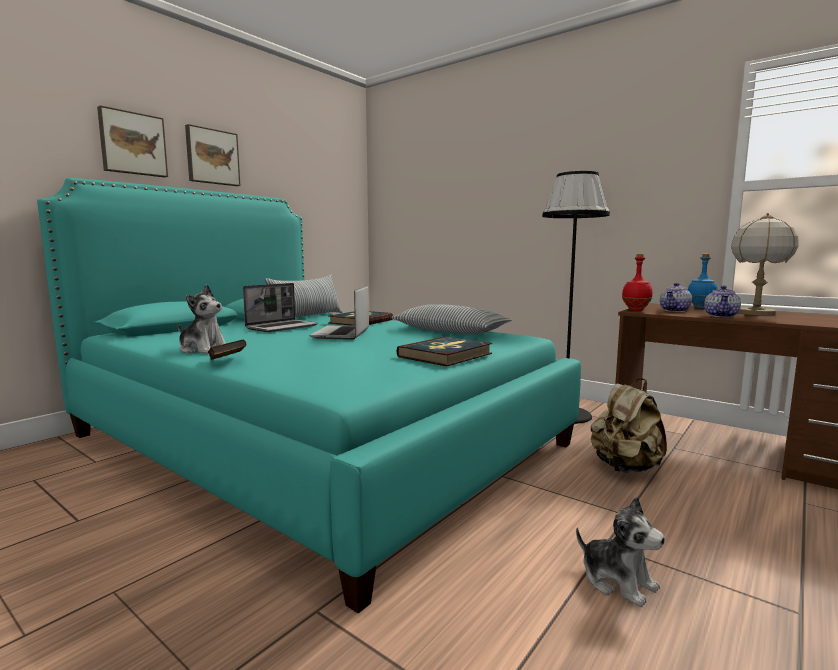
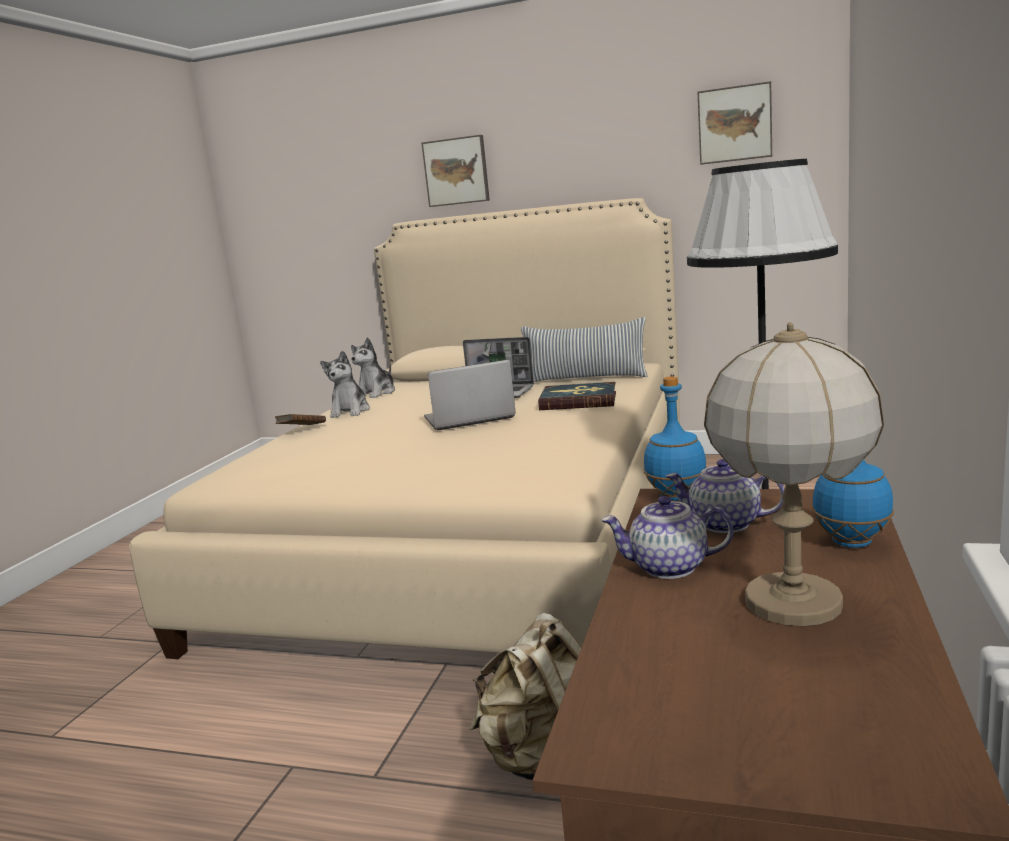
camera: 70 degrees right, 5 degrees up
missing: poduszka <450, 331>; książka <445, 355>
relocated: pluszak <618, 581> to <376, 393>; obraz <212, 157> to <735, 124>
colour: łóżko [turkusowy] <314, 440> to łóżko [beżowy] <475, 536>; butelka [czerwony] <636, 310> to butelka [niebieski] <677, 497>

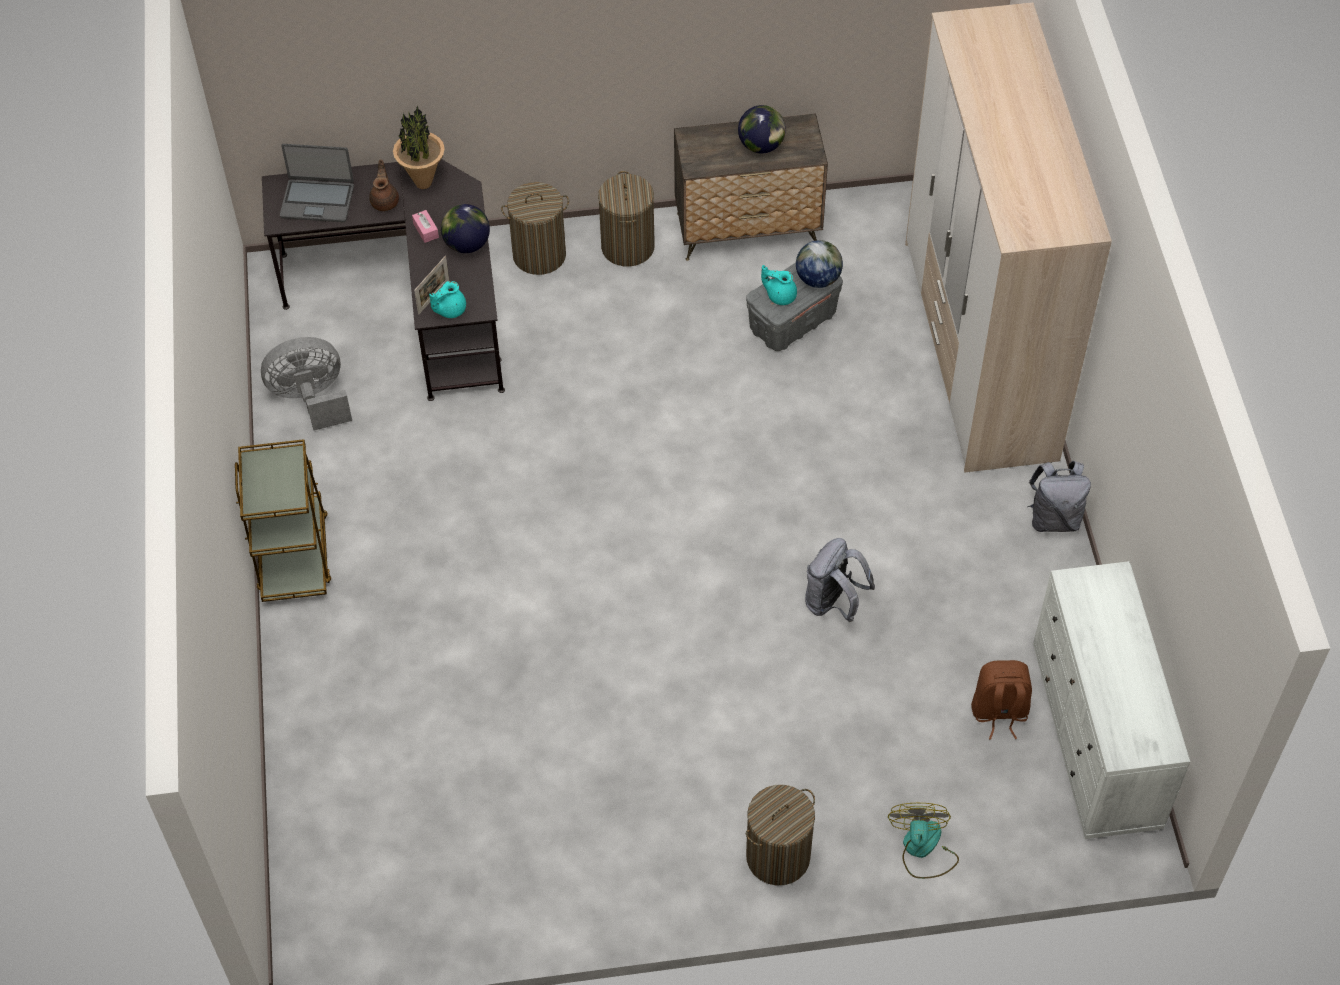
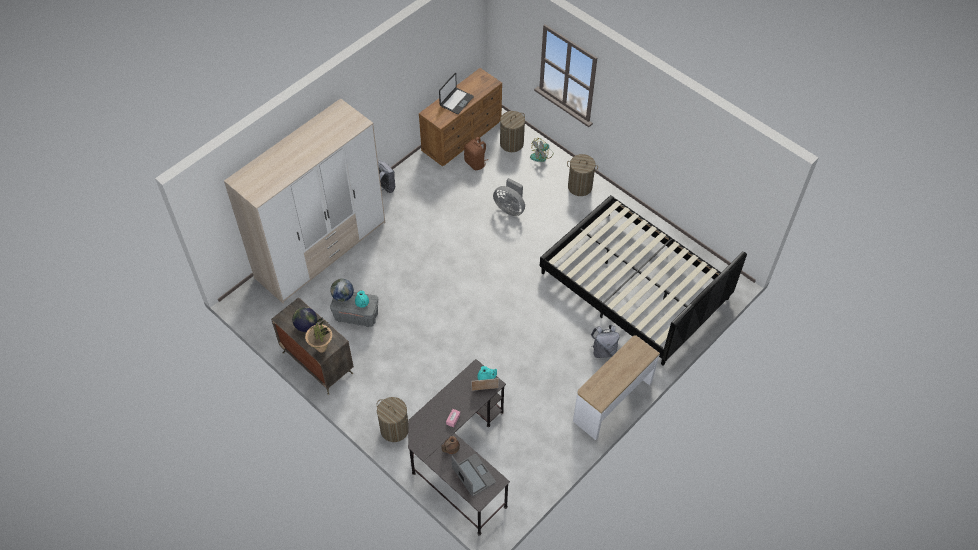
camera: 130 degrees left, 0 degrees up
missing: globus <467, 244>
appeared: laptop <456, 101>; łóżko [czarny] <634, 286>
relocated: roślina doniczkowa <423, 183> to <322, 348>; wentylator [szary] <311, 399> to <510, 208>; kosz na pranie <627, 247> to <511, 143>; plecak [szary] <833, 603> to <603, 350>
exchanged: wózek [brązowy] <294, 555> to stolik konsolowy <612, 402>
colour: komoda [biały] <1095, 738> to komoda [brązowy] <462, 136>

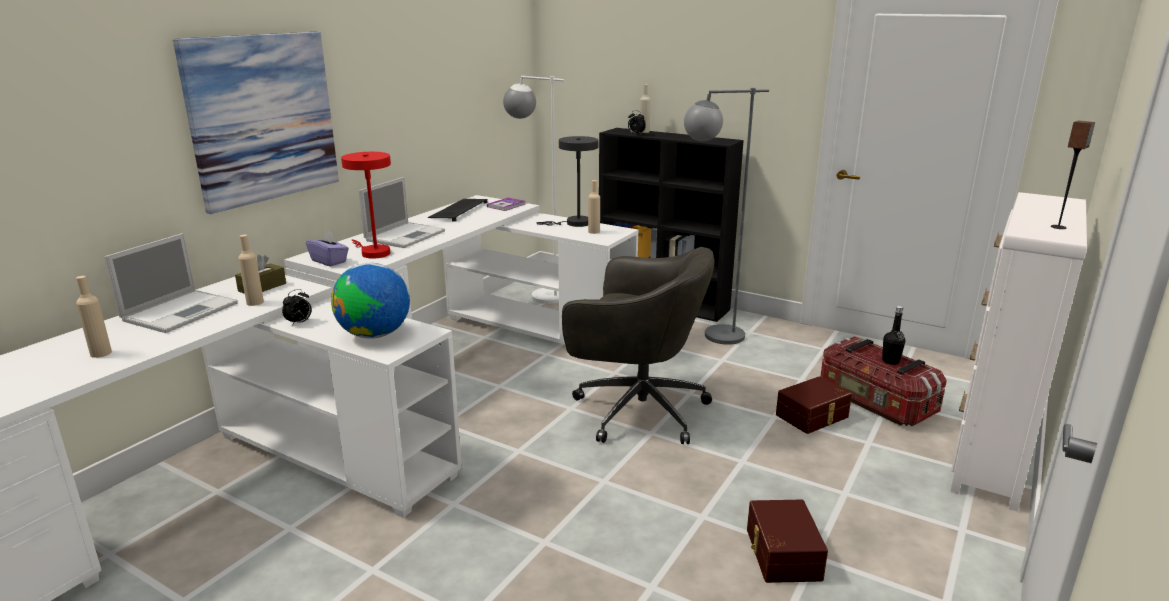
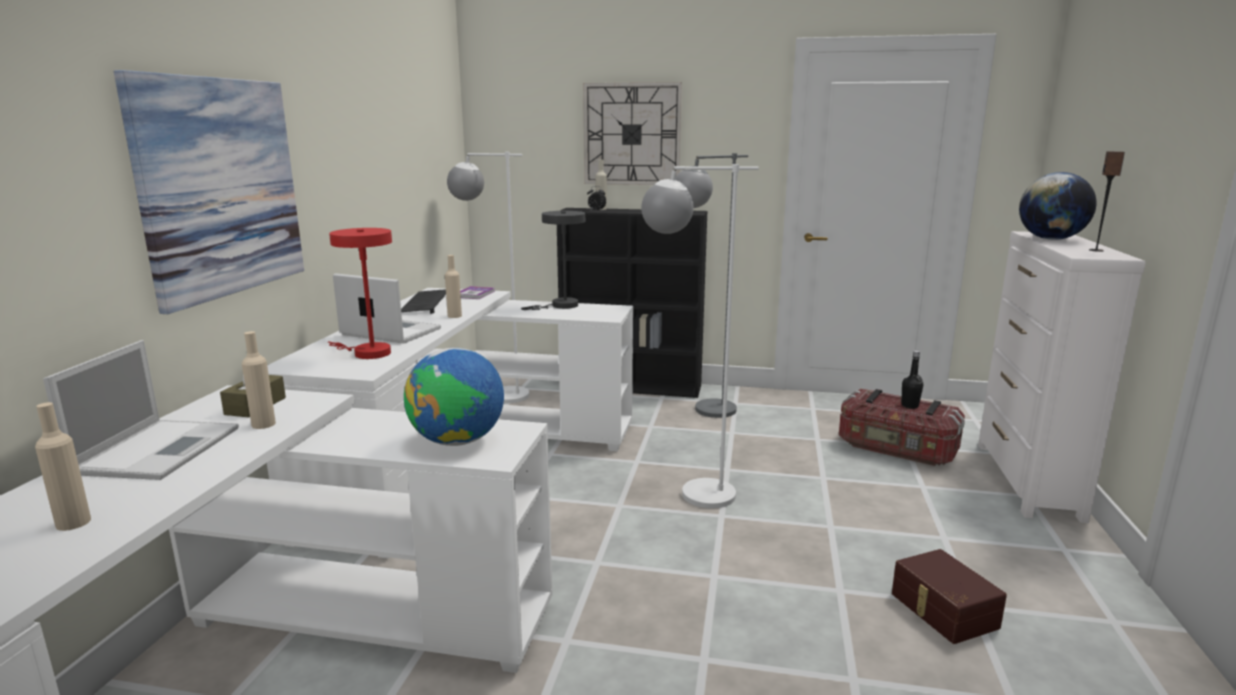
camera: 20 degrees left, 5 degrees down
missing: budzik <299, 323>; pudełko chusteczek [fioletowy] <329, 261>; pojemnik do przechowywania [brązowy] <813, 416>
appeared: zegar ścienny <632, 134>; globus <1051, 239>
relocated: butelka [beżowy] <594, 231> to <454, 316>
exchanged: krzesło biurowe [szary] <636, 410> to lampa stojąca [biały] <689, 495>
spun: laptop <406, 235> = <389, 332> 75 degrees counterclockwise

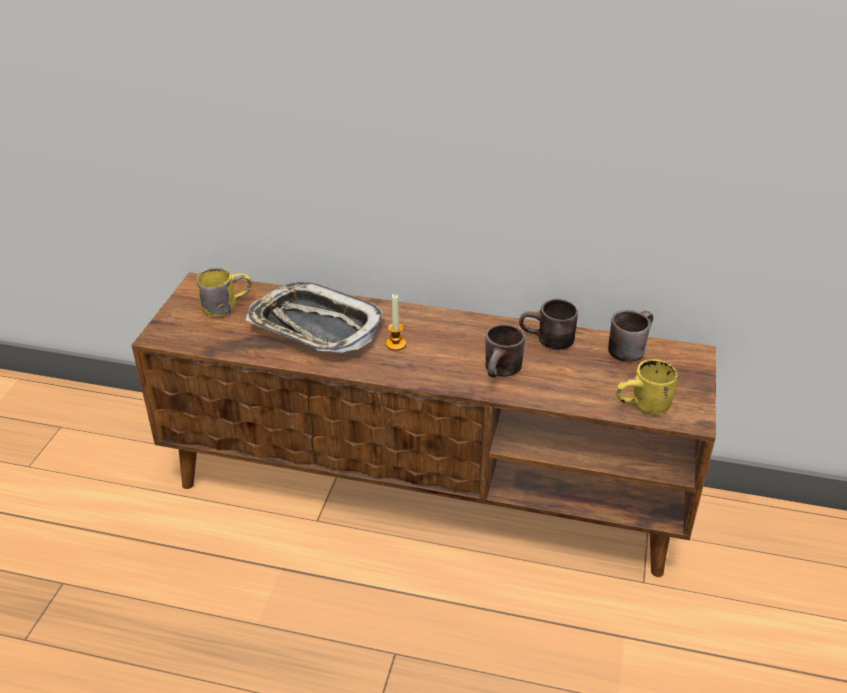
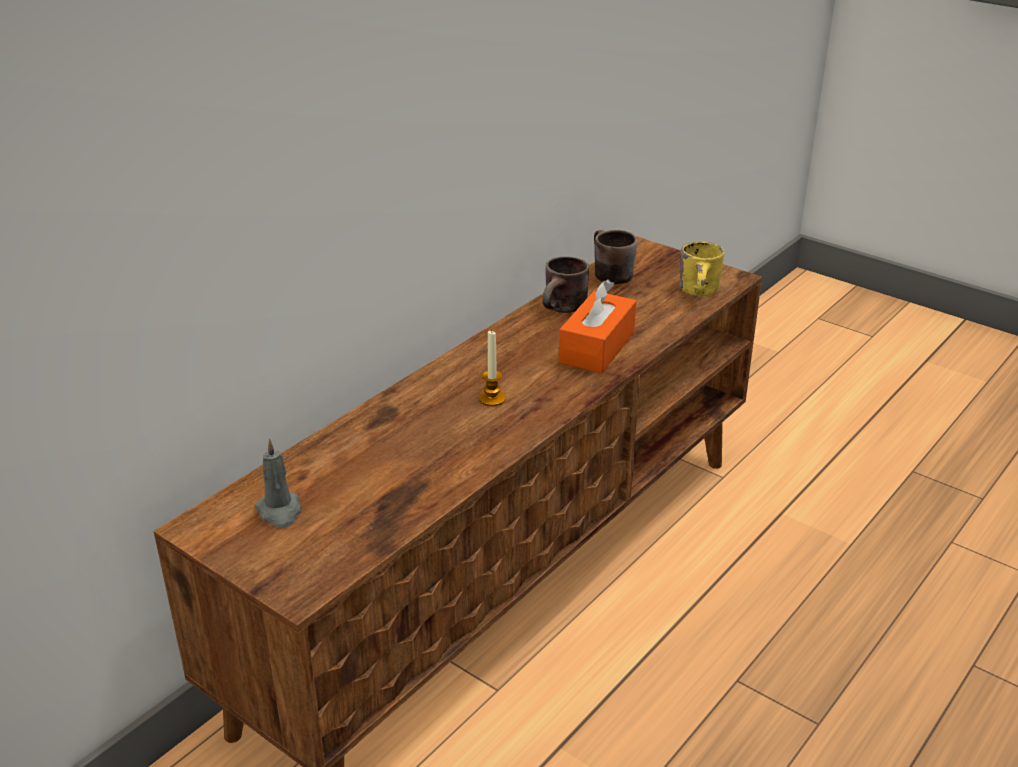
camera: 65 degrees left, 5 degrees down
missing: taca <314, 326>
exchanged: kubek [żółty] <225, 304> to świeca [szary] <280, 512>; kubek [brązowy] <503, 372> to pudełko chusteczek [pomarańczowy] <597, 347>

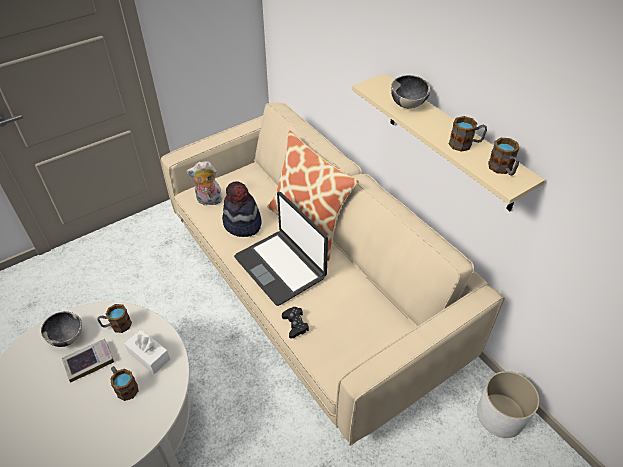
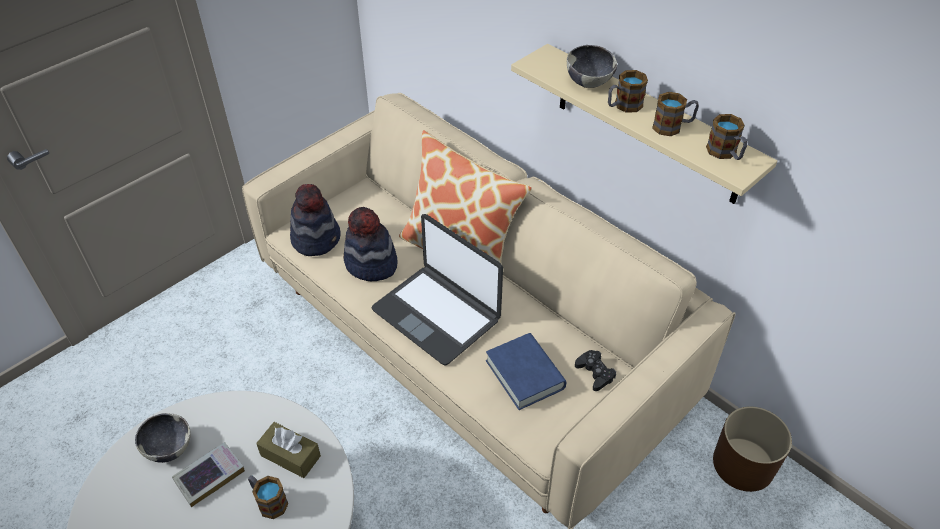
camera: 10 degrees left, 0 degrees up
appeared: książka [niebieski] <525, 374>
relocated: pad do gier [czarny] <295, 324> to <595, 373>; kubek <117, 325> to <623, 106>
exchanged: pluszak <208, 201> to kapelusz <316, 238>
colour: pudełko chusteczek [biały] <149, 356> to pudełko chusteczek [brązowy] <290, 455>; donica [biały] <501, 415> to donica [brązowy] <743, 464>

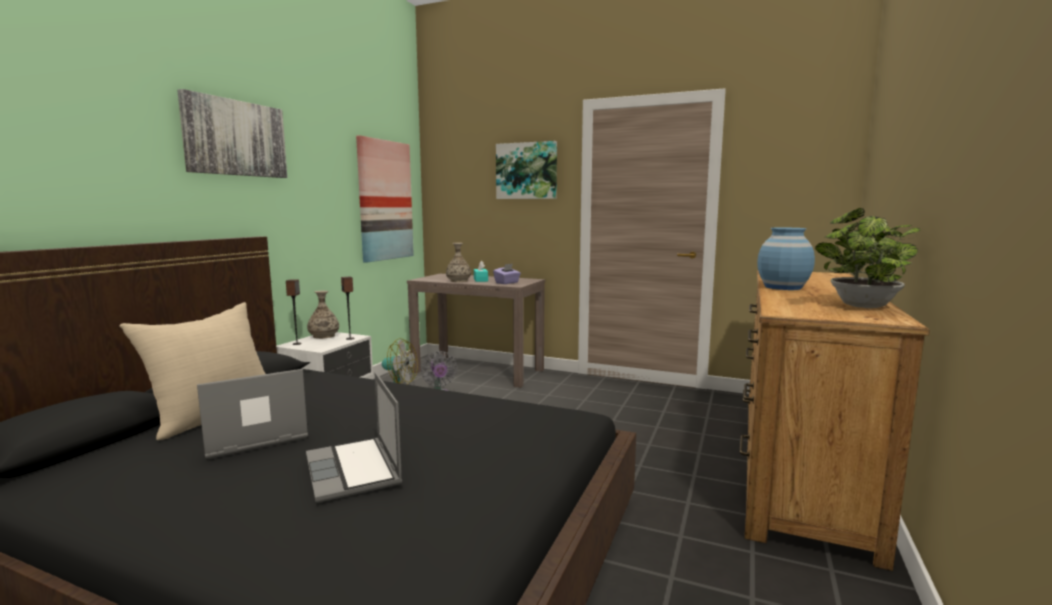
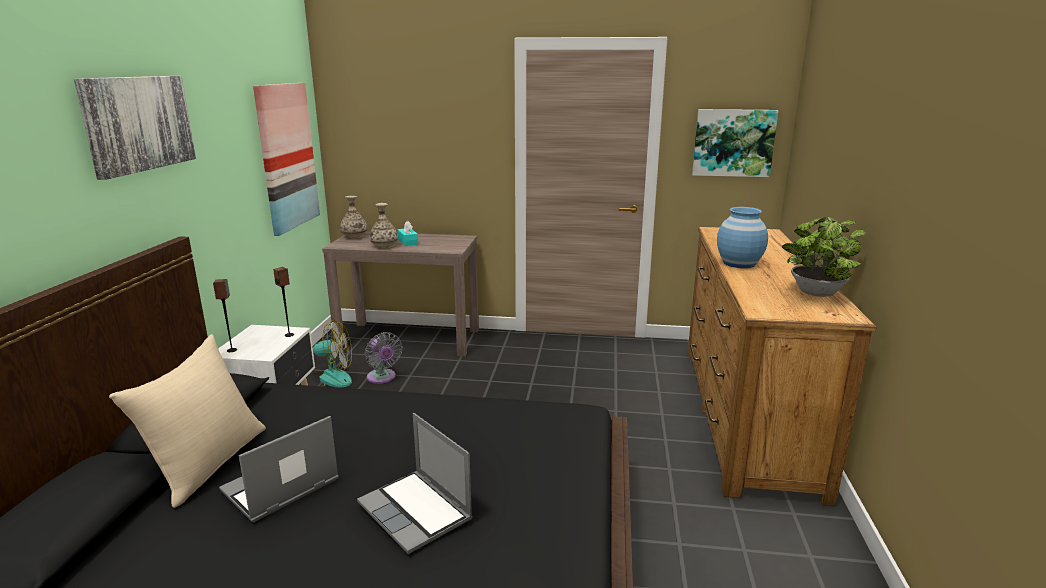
camera: 15 degrees left, 10 degrees up
missing: pudełko chusteczek [fioletowy] <507, 283>
relocated: wazon <324, 336> to <354, 236>; obraz <526, 171> to <733, 143>

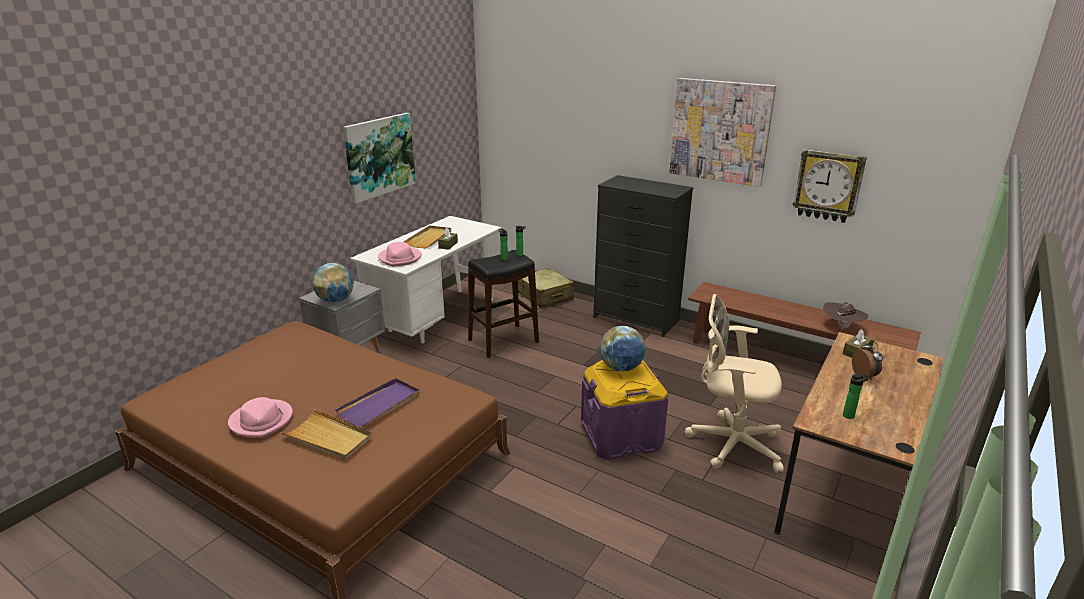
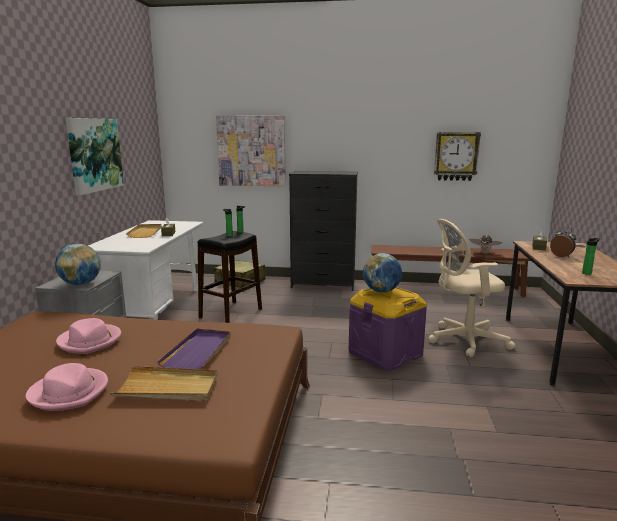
camera: 25 degrees left, 10 degrees down
relocated: kapelusz [różowy] <400, 258> to <90, 341>; obraz <720, 131> to <251, 151>

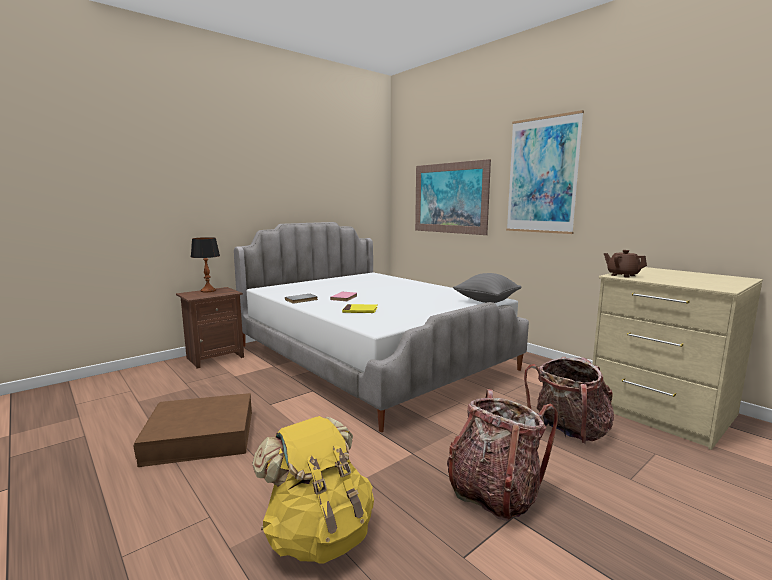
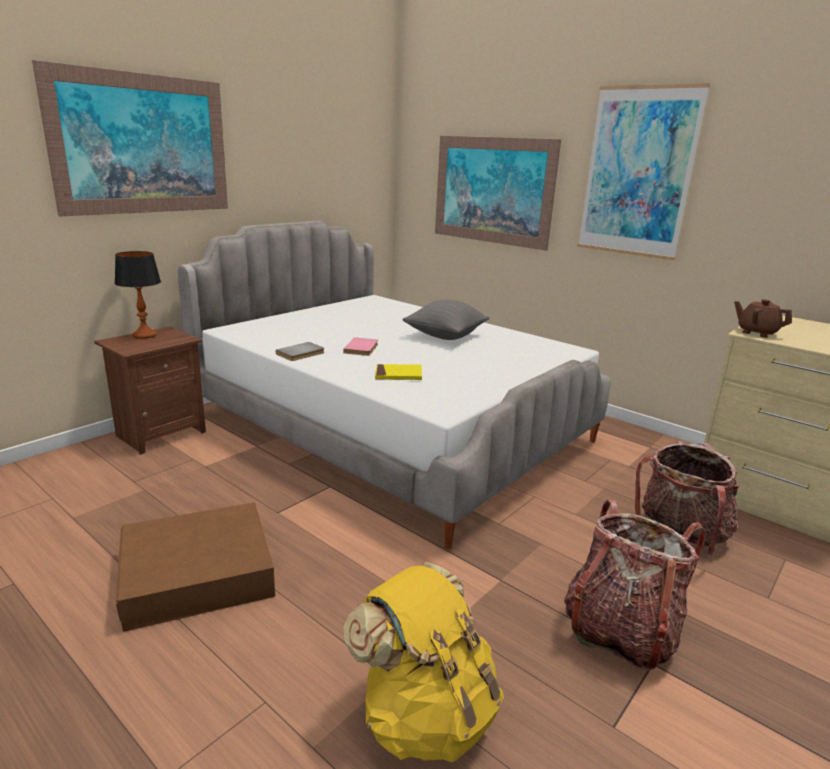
camera: 10 degrees left, 10 degrees up
appeared: obraz <143, 145>
relocated: poduszka [szary] <486, 301> to <445, 336>

